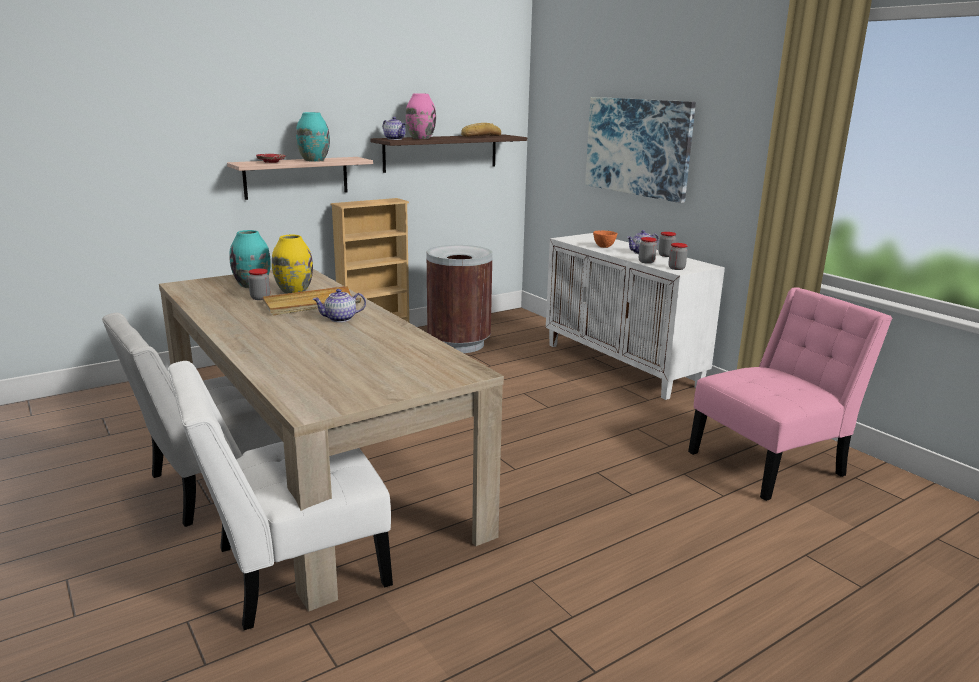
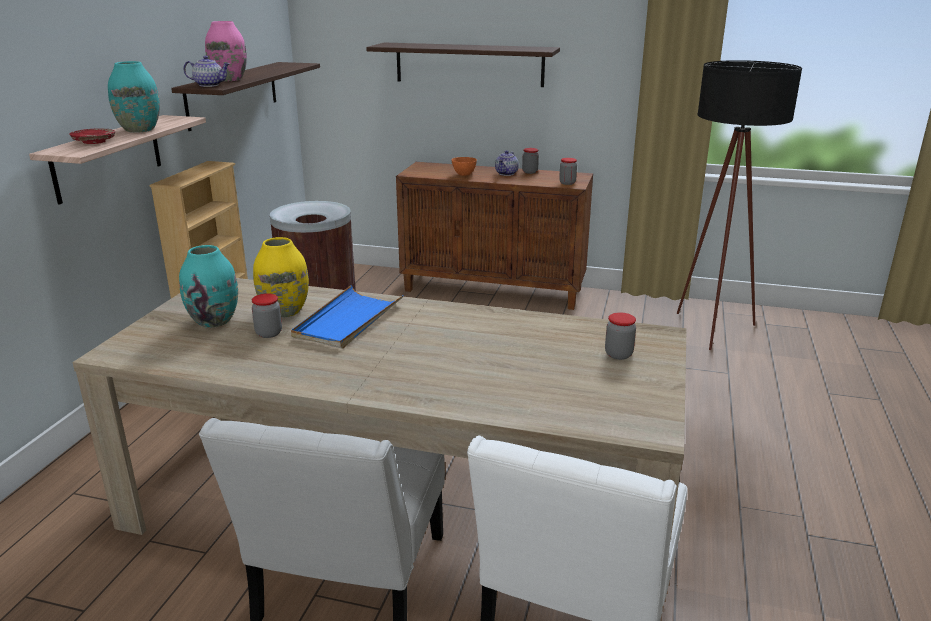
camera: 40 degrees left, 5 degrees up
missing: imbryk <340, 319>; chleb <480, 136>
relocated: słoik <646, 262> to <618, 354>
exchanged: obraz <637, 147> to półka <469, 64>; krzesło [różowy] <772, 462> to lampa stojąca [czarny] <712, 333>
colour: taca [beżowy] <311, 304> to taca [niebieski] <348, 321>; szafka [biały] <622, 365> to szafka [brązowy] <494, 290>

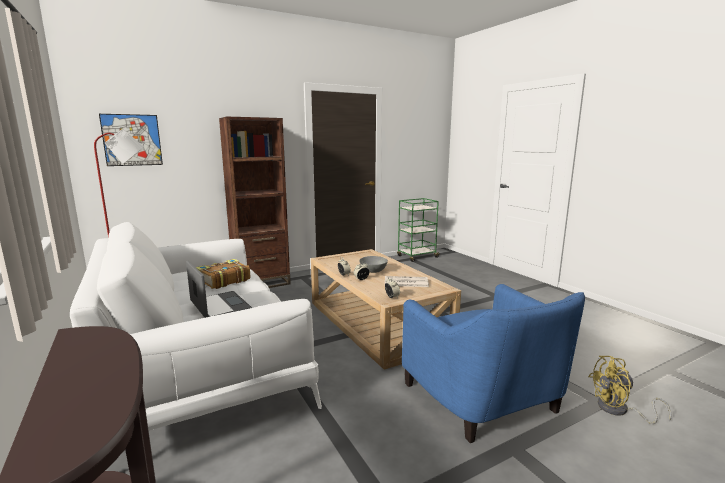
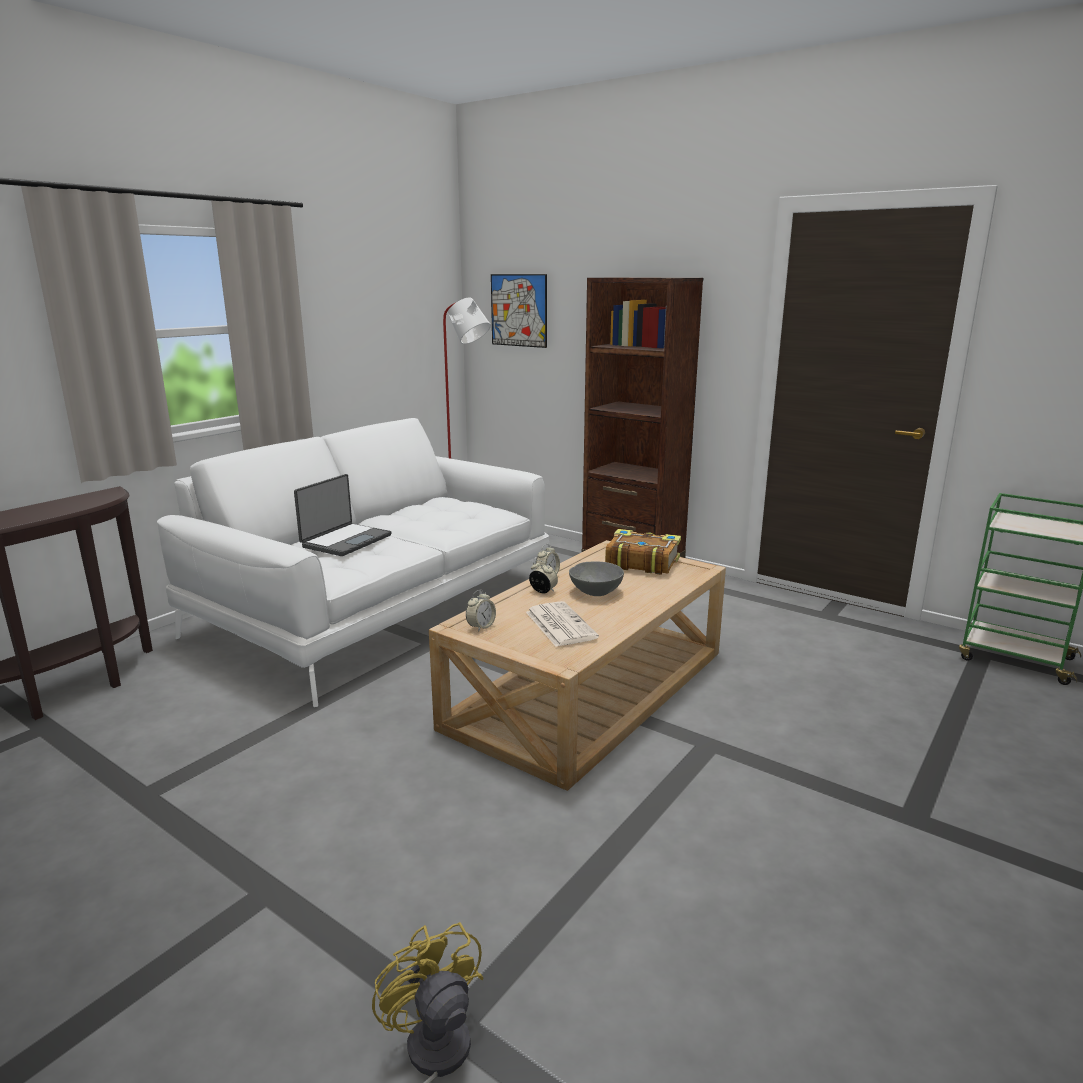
camera: 65 degrees right, 5 degrees up
missing: fotel [niebieski] <484, 398>
relocated: książka <223, 281> to <641, 562>

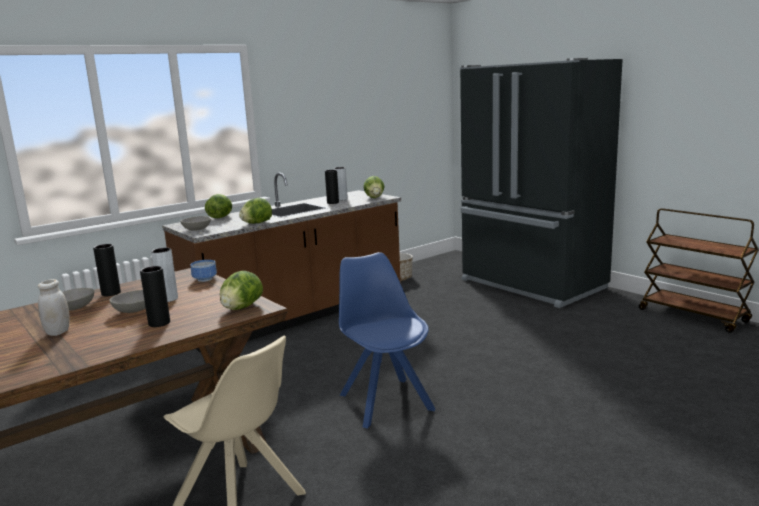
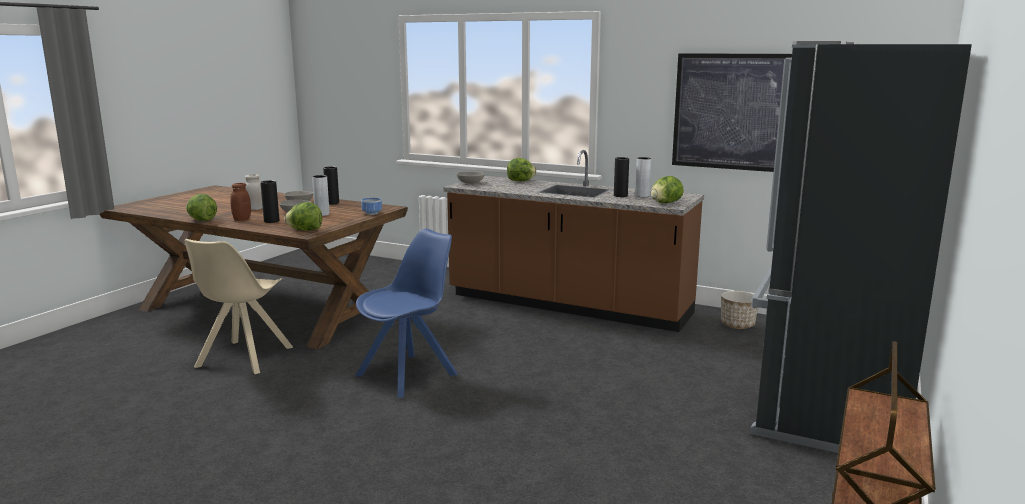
camera: 65 degrees right, 0 degrees up
appeared: słoik [brązowy] <242, 219>; obraz <731, 112>
relocated: sałata <256, 223> to <202, 220>

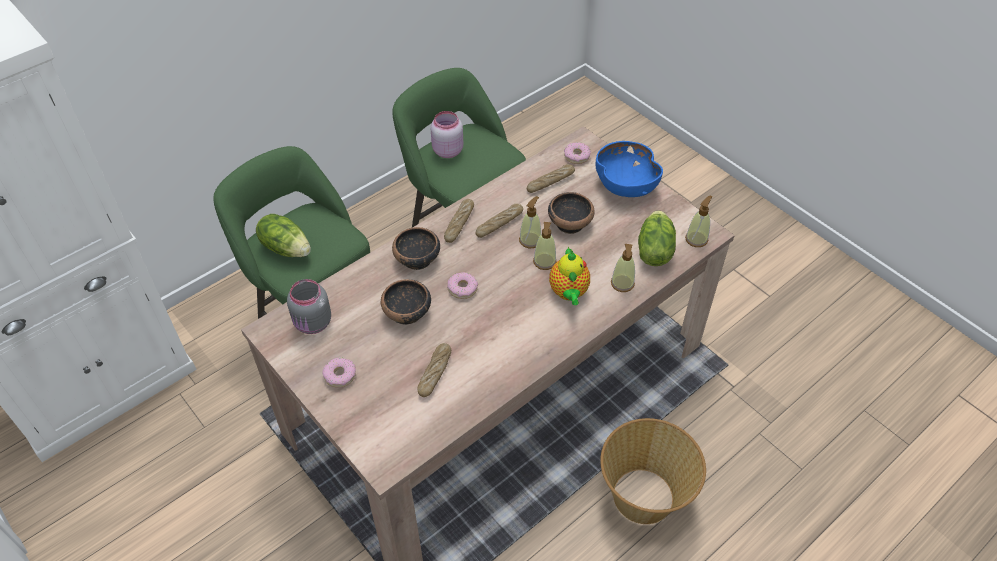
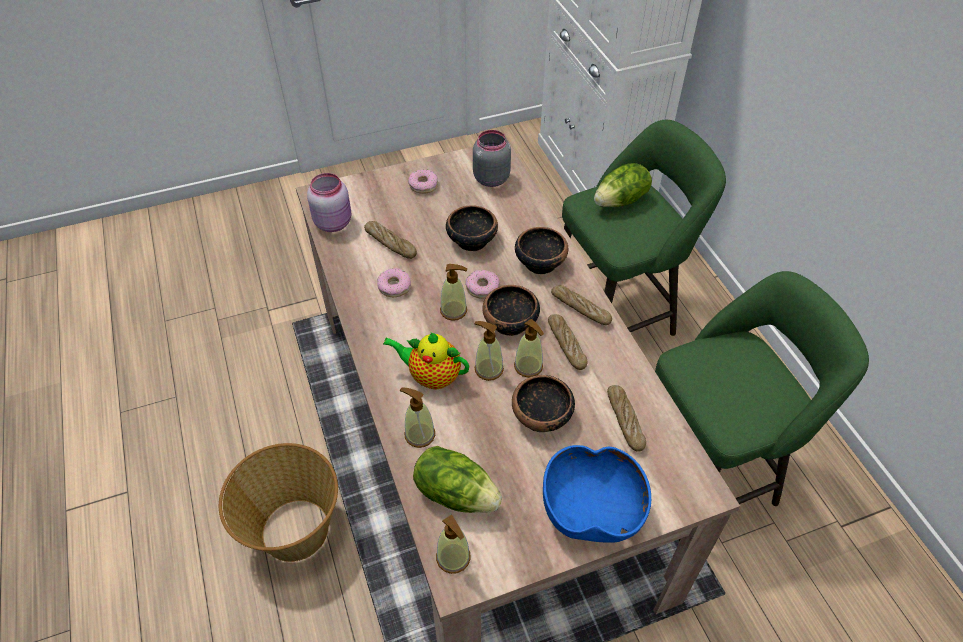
camera: 110 degrees right, 0 degrees up
appeared: dozownik mydła <454, 310>; miska <510, 323>
relocated: słoik [różowy] <447, 151> to <334, 222>; donut <576, 156> to <394, 286>

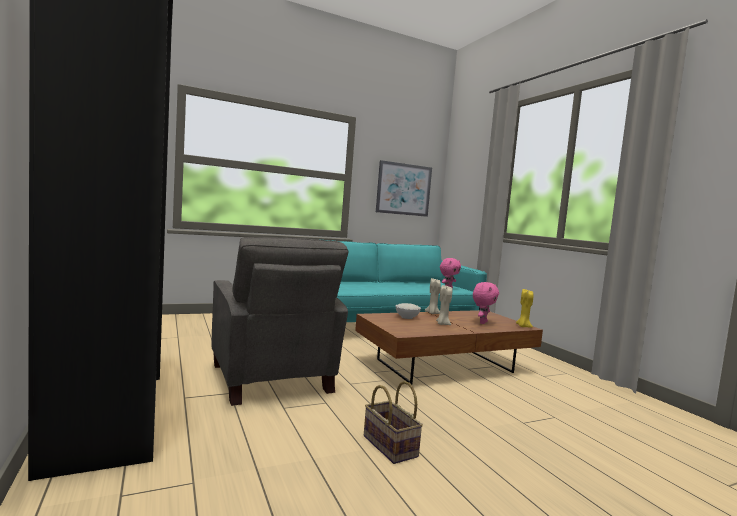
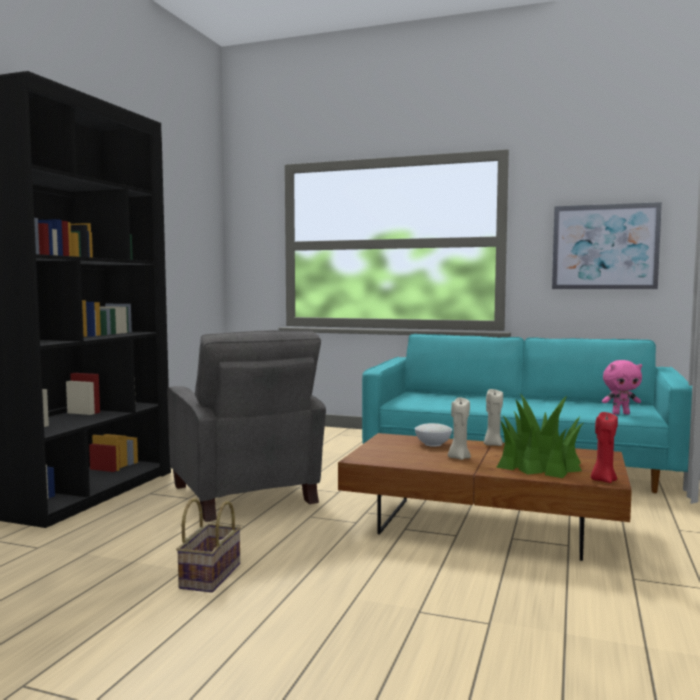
camera: 45 degrees right, 0 degrees up
exchanged: pluszak [różowy] <482, 322> to roślina doniczkowa <539, 465>
colour: świeca [żółty] <523, 326> to świeca [czerwony] <603, 480>
spun: fotel [szary] <271, 379> = <244, 495> 45 degrees counterclockwise

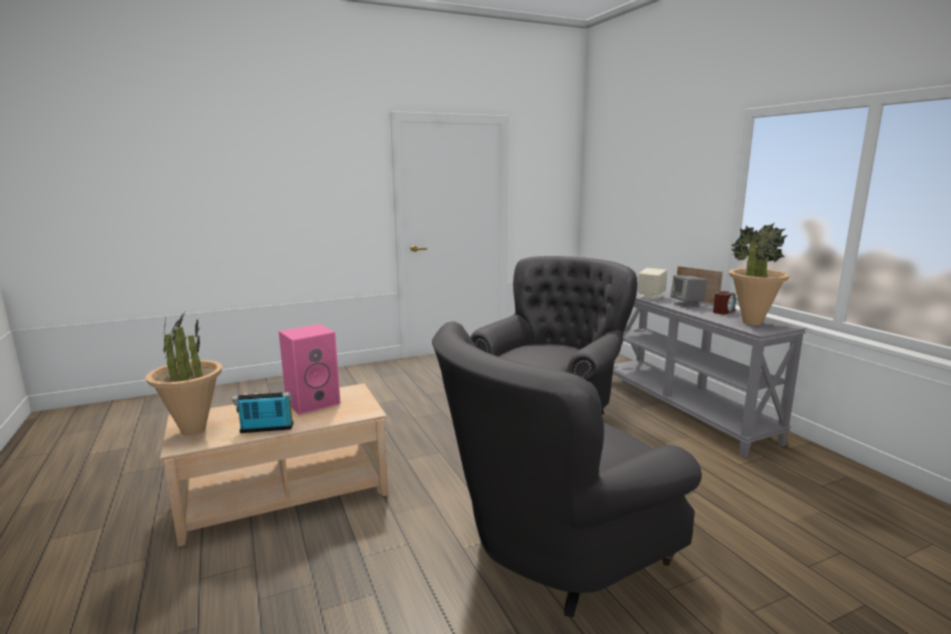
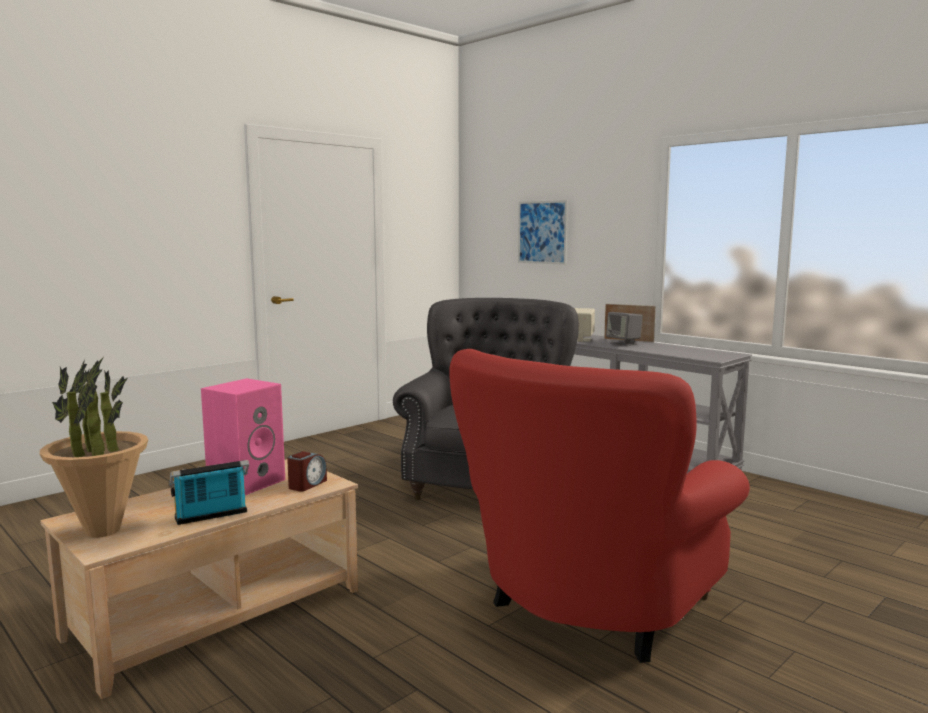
camera: 20 degrees left, 5 degrees down
missing: roślina doniczkowa <751, 323>
appeared: obraz <542, 232>
relocated: budzik <723, 311> to <307, 484>
colour: fotel [szary] <553, 552> to fotel [czerwony] <588, 610>

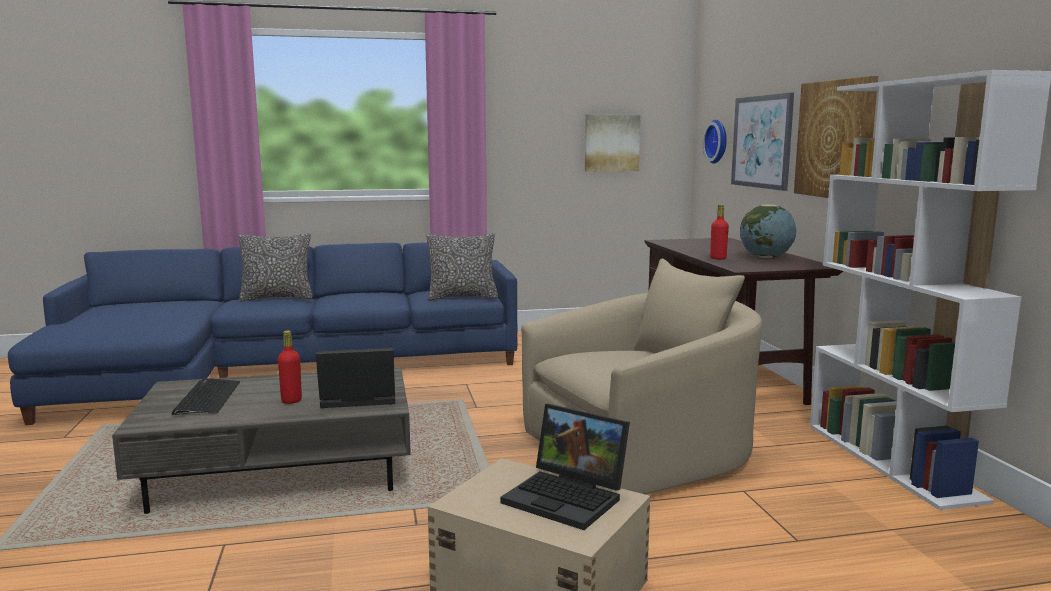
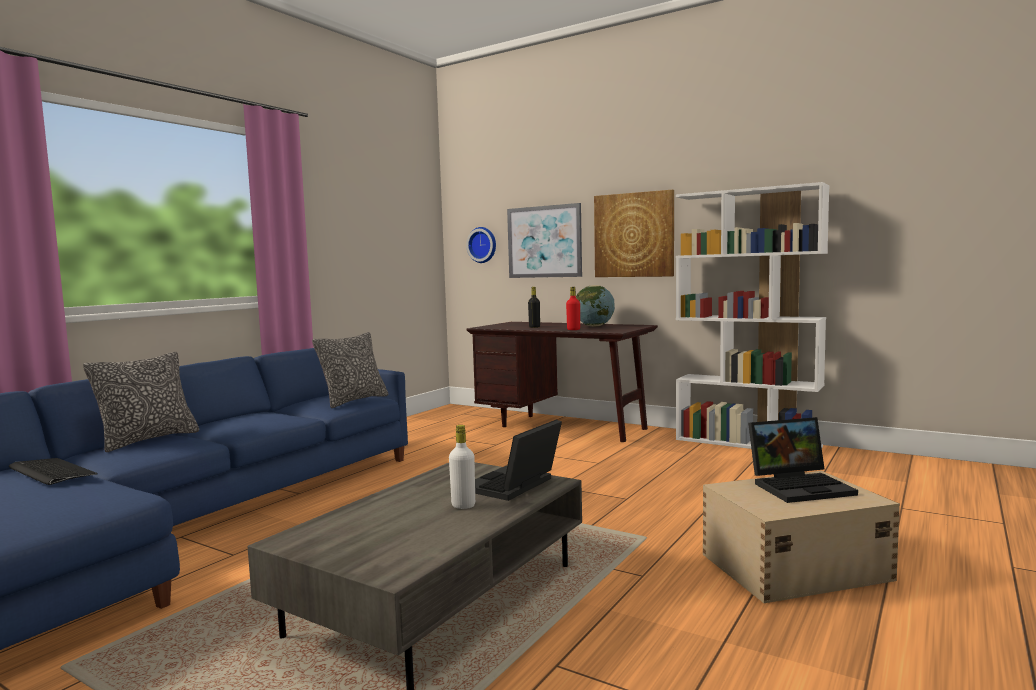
camera: 45 degrees left, 5 degrees down
missing: fotel [beżowy] <643, 452>; obraz <611, 143>
appeared: butelka [czarny] <534, 327>
relocated: klawiatura <207, 398> to <51, 472>
colour: butelka [czerwony] <291, 400> to butelka [biały] <463, 505>

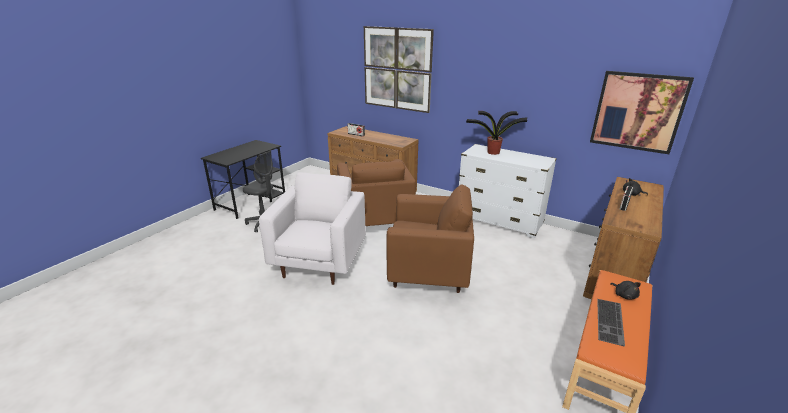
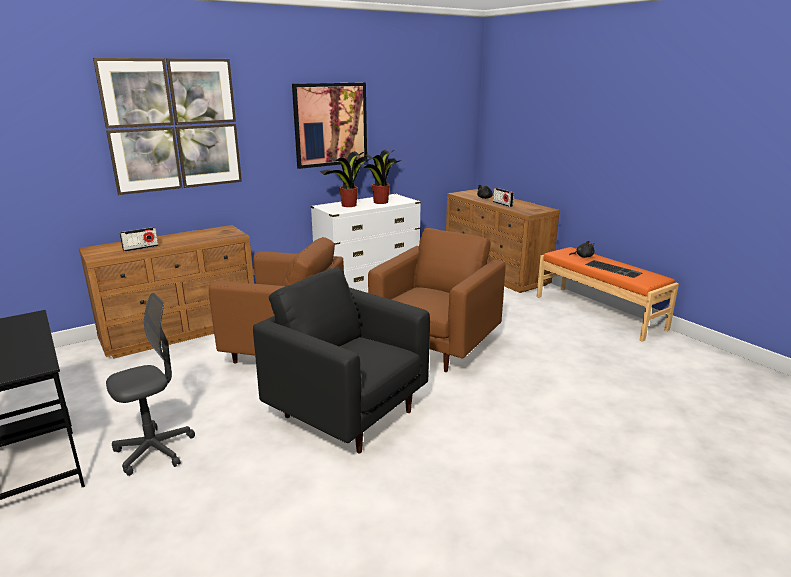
camera: 65 degrees left, 5 degrees down
appeared: roślina doniczkowa <381, 202>
relocated: obraz <637, 112> to <330, 124>
colour: fotel [biały] <320, 262> to fotel [czarny] <347, 413>

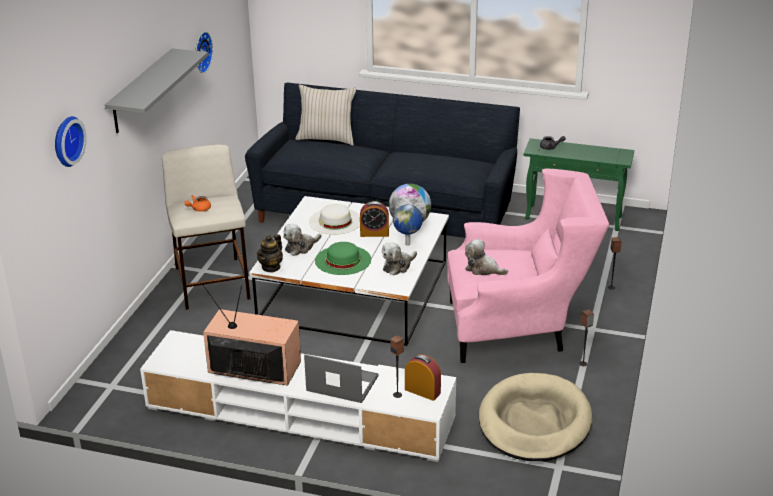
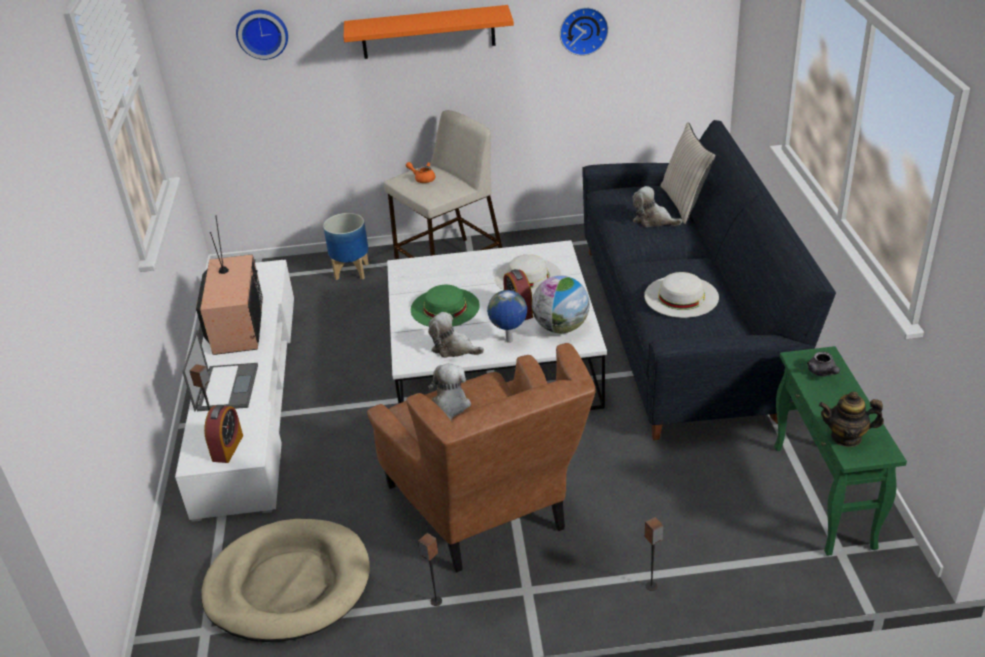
camera: 70 degrees right, 5 degrees up
appeared: donica <351, 271>; kapelusz [biały] <681, 296>
relocated: pluszak <301, 247> to <653, 220>; imbryk <271, 267> to <846, 437>
colour: półka [szary] <141, 91> to półka [pomarańczowy] <428, 32>; fotel [różowy] <517, 328> to fotel [brązowy] <488, 514>

